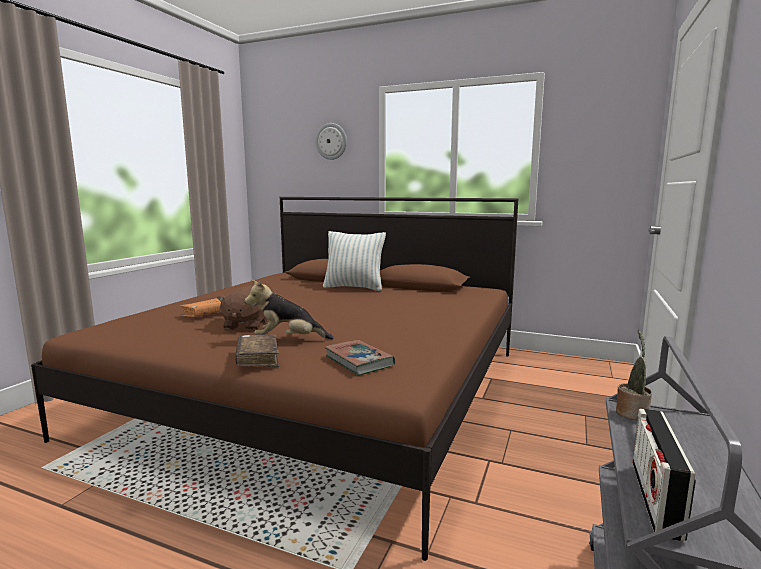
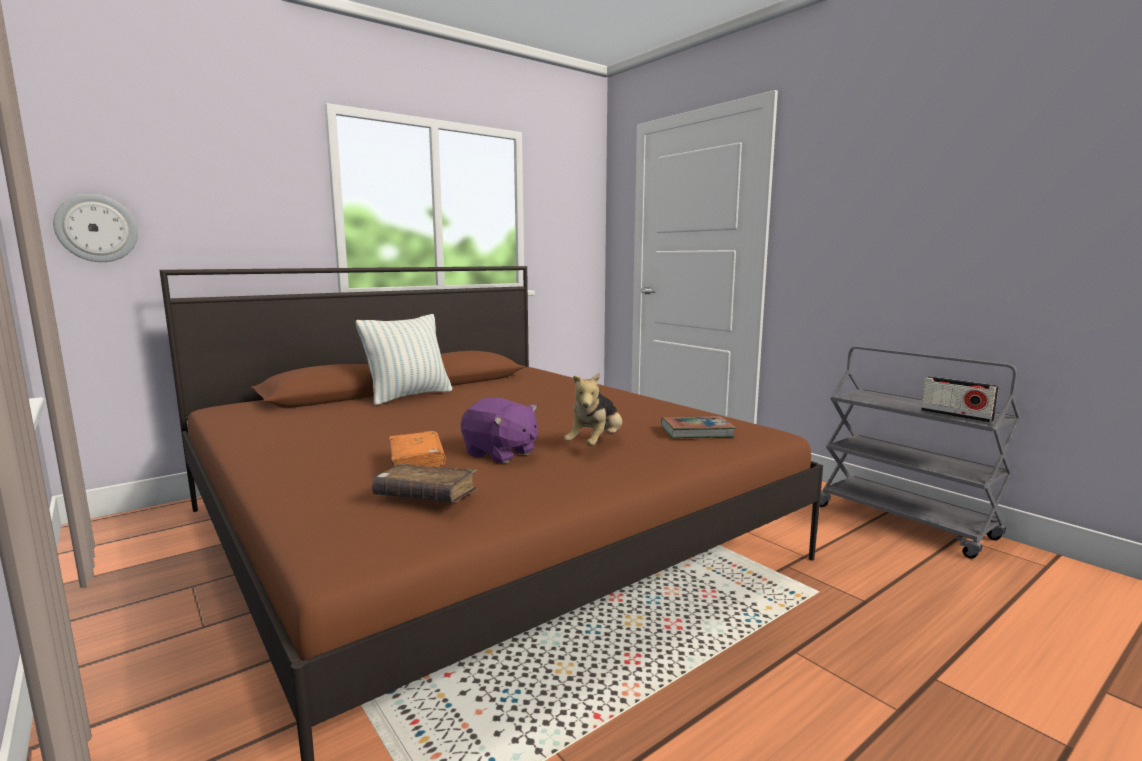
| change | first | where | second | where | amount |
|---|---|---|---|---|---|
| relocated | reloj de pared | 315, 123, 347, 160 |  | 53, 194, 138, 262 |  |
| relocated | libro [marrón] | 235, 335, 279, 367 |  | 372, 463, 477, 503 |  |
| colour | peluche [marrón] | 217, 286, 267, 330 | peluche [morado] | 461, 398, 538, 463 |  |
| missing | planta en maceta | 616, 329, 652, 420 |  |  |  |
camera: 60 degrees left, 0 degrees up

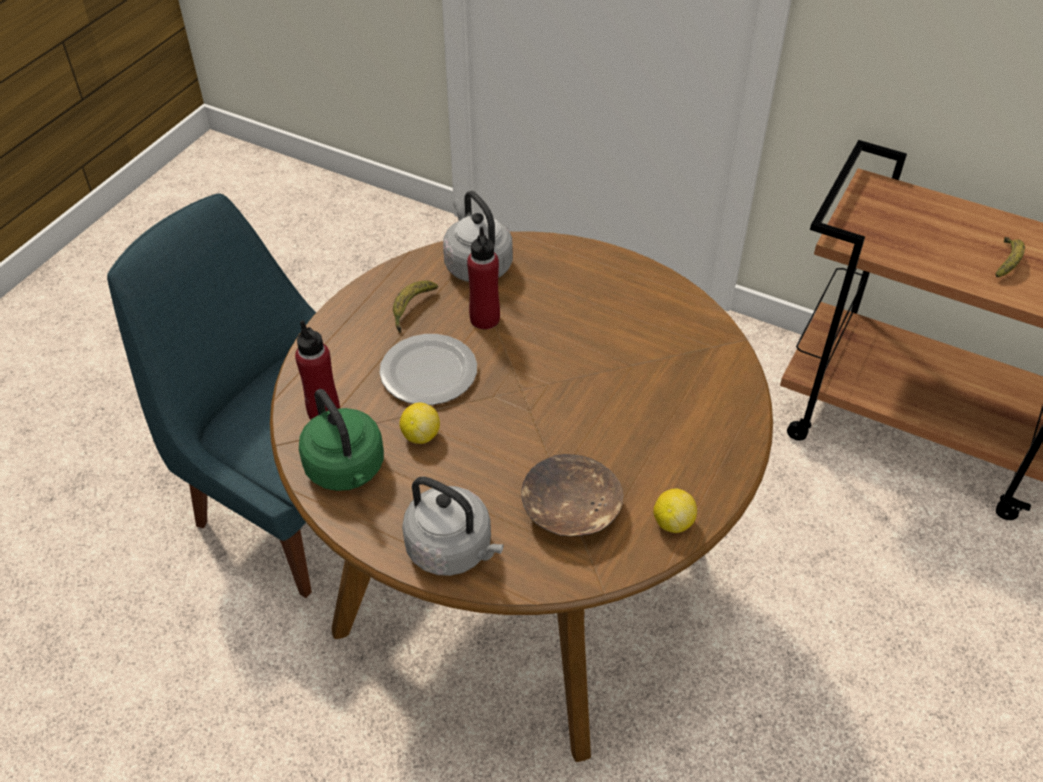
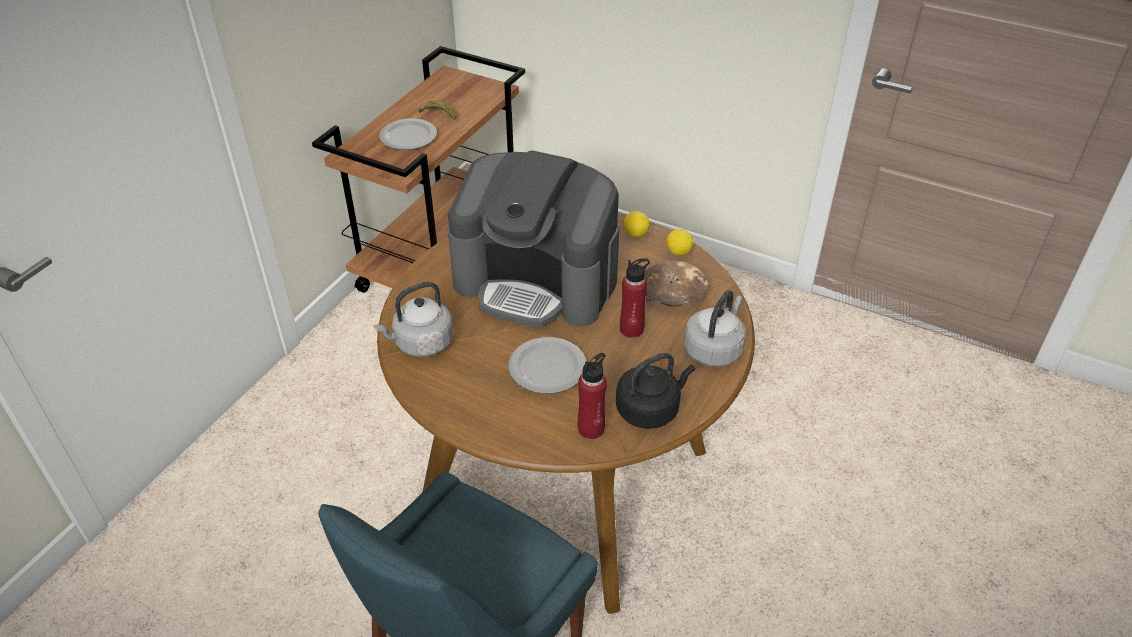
| change | first | where | second | where | amount |
|---|---|---|---|---|---|
| appeared |  |  | plato | 379, 119, 437, 150 |  |
| appeared |  |  | cafetera | 447, 151, 620, 327 |  |
| colour | hervidor [verde] | 299, 389, 384, 491 | hervidor [negro] | 616, 353, 695, 429 |  |
| relocated | botella [rojo] | 467, 227, 500, 329 |  | 620, 258, 650, 338 |  |
| relocated | limón | 399, 403, 440, 444 |  | 623, 211, 650, 237 |  |
| missing | plátano | 393, 281, 438, 333 |  |  |  |
camera: 90 degrees left, 5 degrees down

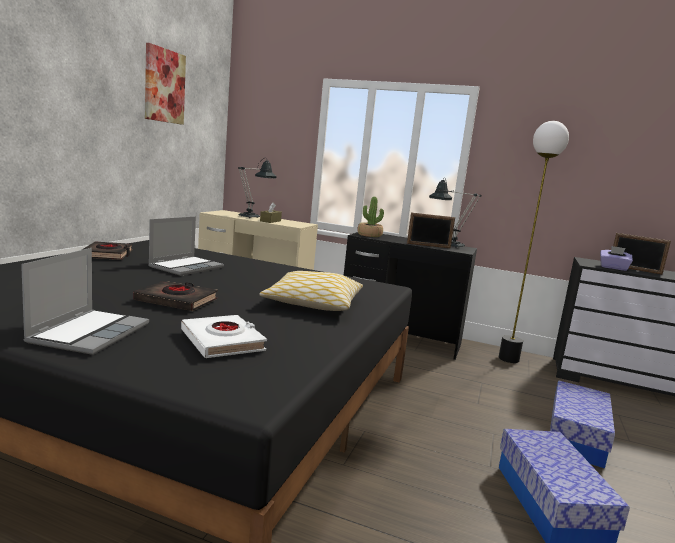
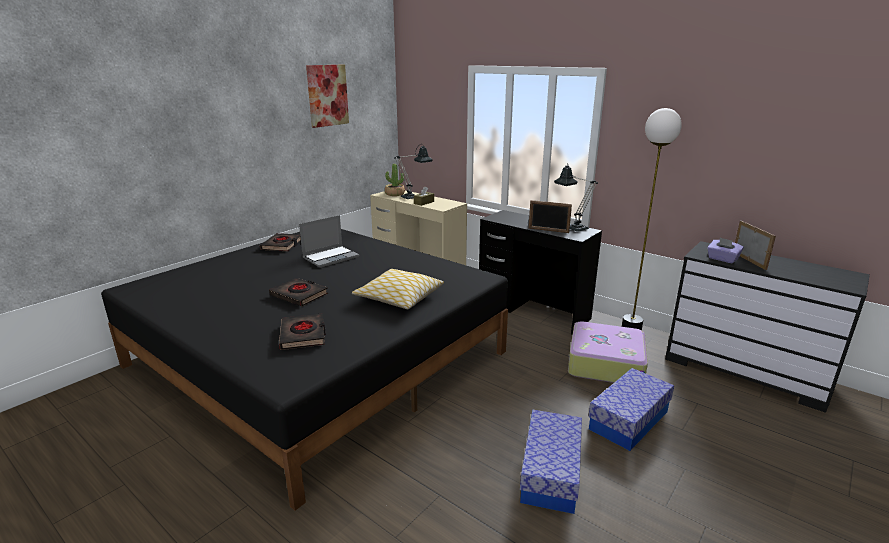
| change | first | where | second | where | amount |
|---|---|---|---|---|---|
| colour | libro [blanco] | 181, 315, 267, 358 | libro [negro] | 279, 313, 326, 350 |  |
| relocated | planta en maceta | 357, 197, 384, 237 |  | 385, 164, 405, 196 |  |
| appeared |  |  | maleta | 568, 321, 648, 383 |  |
| spun | portarretratos | 613, 233, 671, 275 |  | 735, 221, 776, 270 | 150 degrees counterclockwise |
| missing | portátil | 21, 248, 149, 355 |  |  |  |
camera: 20 degrees right, 10 degrees up

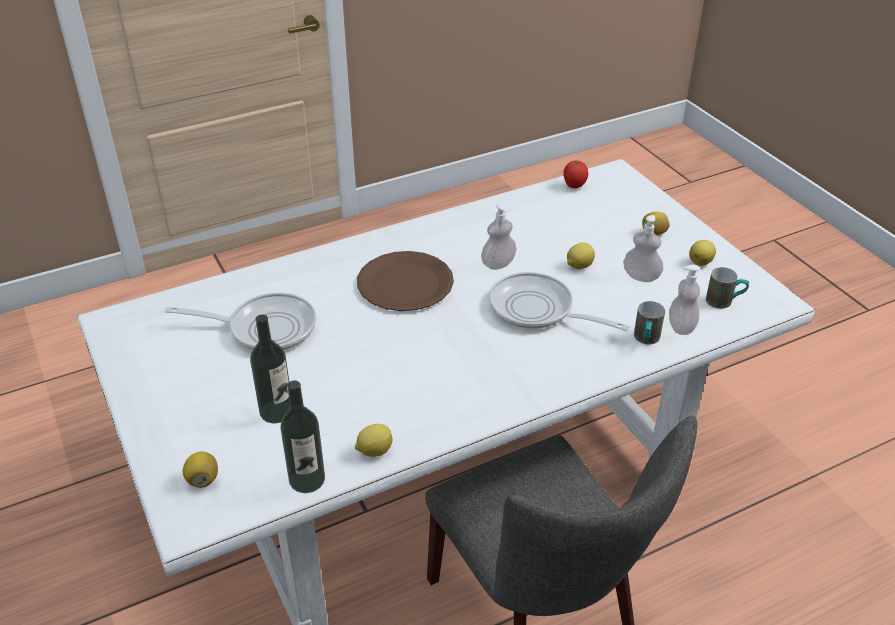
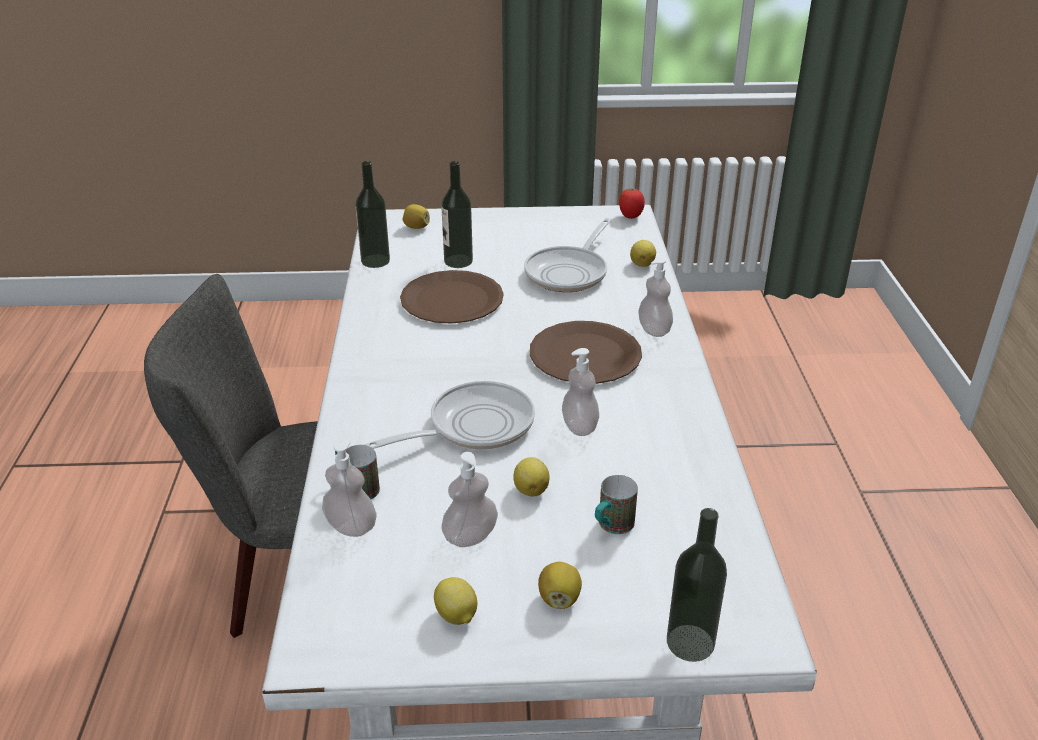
| change | first | where | second | where | amount |
|---|---|---|---|---|---|
| appeared |  |  | plato [marrón] | 400, 270, 504, 324 |  |
| relocated | taza grande | 706, 267, 749, 309 |  | 595, 475, 638, 534 |  |
| relocated | tomate | 563, 160, 588, 188 |  | 619, 188, 645, 219 |  |
| relocated | limón | 355, 424, 393, 457 |  | 630, 240, 656, 267 |  |
| appeared |  |  | dispensador de jabón | 638, 258, 673, 337 |  |
| appeared |  |  | botella | 667, 508, 727, 662 |  |
camera: 115 degrees right, 5 degrees down

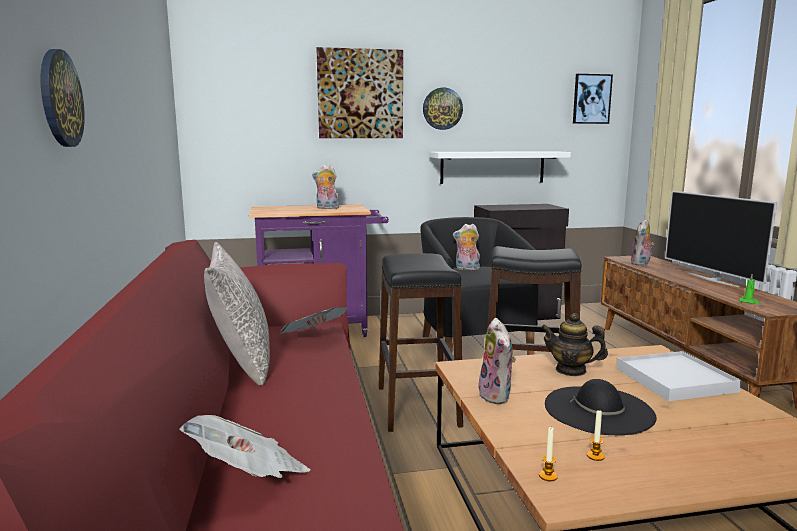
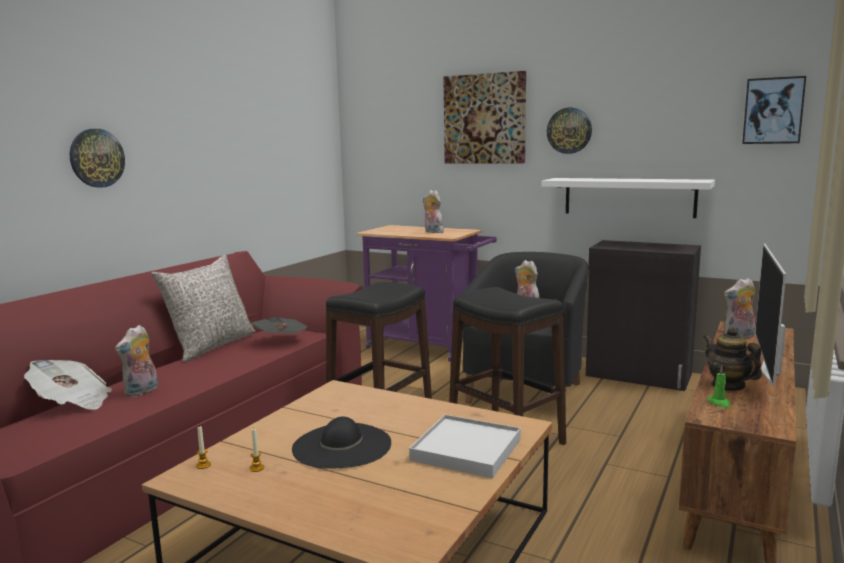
| change | first | where | second | where | amount |
|---|---|---|---|---|---|
| relocated | peluche | 479, 318, 516, 404 |  | 115, 325, 158, 397 |  |
| relocated | tetera | 541, 313, 608, 376 |  | 703, 327, 762, 391 |  |
camera: 40 degrees right, 0 degrees up

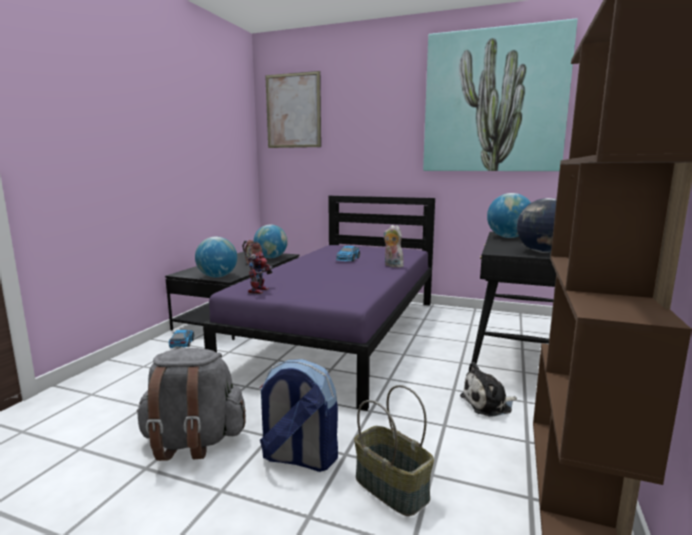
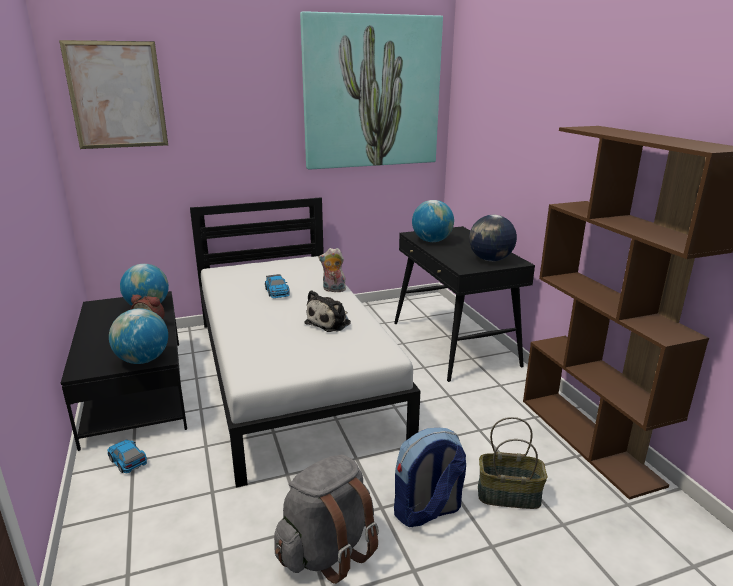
| change | first | where | second | where | amount |
|---|---|---|---|---|---|
| colour | cama [morado] | 203, 196, 435, 411 | cama [blanco] | 190, 197, 420, 488 |  |
| relocated | peluche | 460, 362, 517, 417 |  | 304, 290, 351, 332 |  |
| missing | robot de juguete | 242, 241, 272, 294 |  |  |  |
camera: 40 degrees left, 10 degrees up

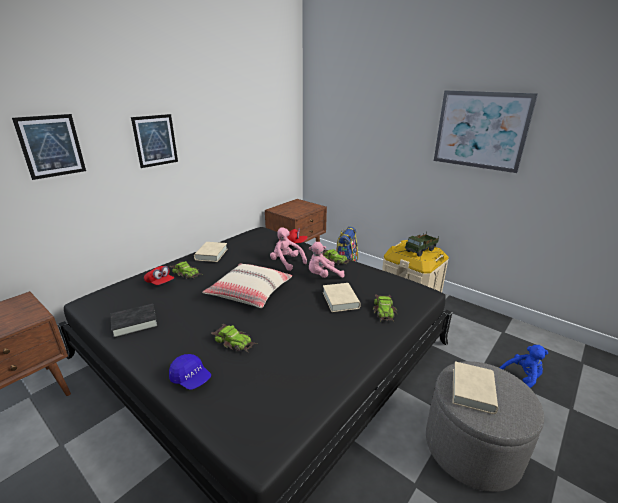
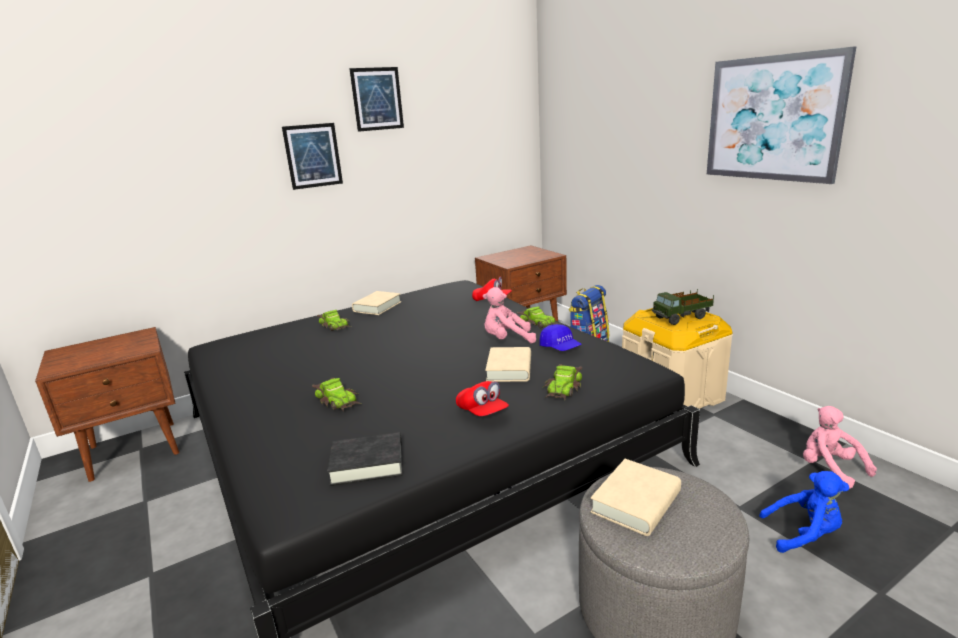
| change | first | where | second | where | amount |
|---|---|---|---|---|---|
| relocated | libro [negro] | 111, 304, 158, 338 |  | 327, 432, 403, 486 |  |
| relocated | cuadro | 12, 114, 86, 180 |  | 349, 67, 404, 132 |  |
| relocated | gorra [rojo] | 144, 266, 174, 285 |  | 456, 381, 509, 416 |  |
| relocated | gorra [azul] | 169, 354, 211, 390 |  | 540, 324, 582, 351 |  |
| relocated | peluche [rosa] | 270, 228, 307, 271 |  | 803, 406, 877, 489 |  |
| missing | cojín [beis] | 202, 263, 292, 308 |  |  |  |
camera: 20 degrees right, 5 degrees down

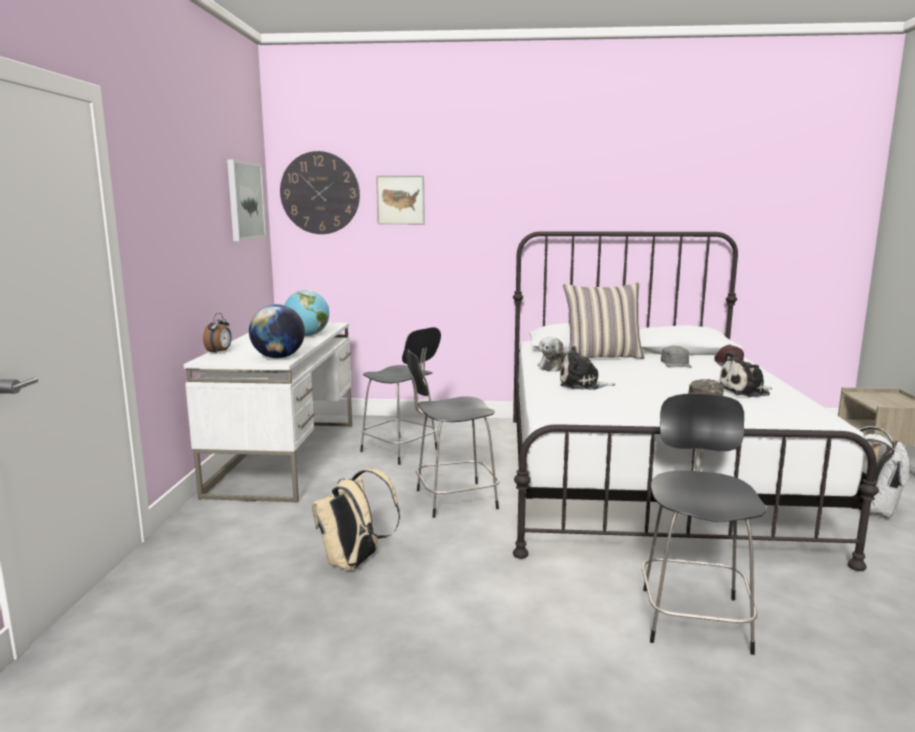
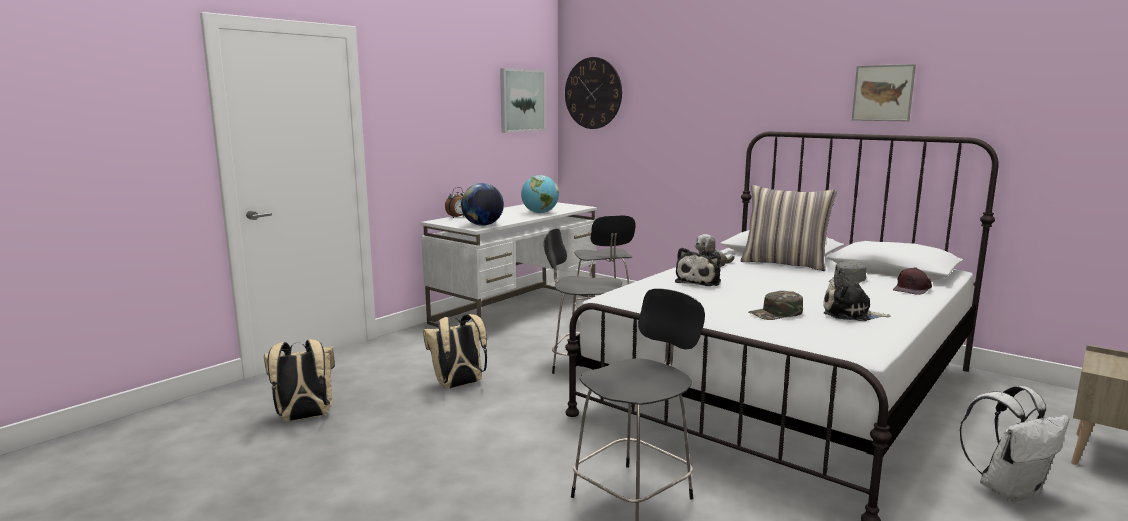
| change | first | where | second | where | amount |
|---|---|---|---|---|---|
| appeared |  |  | mochila [beis] | 264, 339, 335, 421 |  |
| spun | peluche | 560, 346, 616, 390 |  | 675, 247, 721, 286 | 105 degrees counterclockwise |
| relocated | cuadro | 376, 175, 425, 225 |  | 852, 64, 916, 122 |  |
camera: 35 degrees right, 0 degrees up

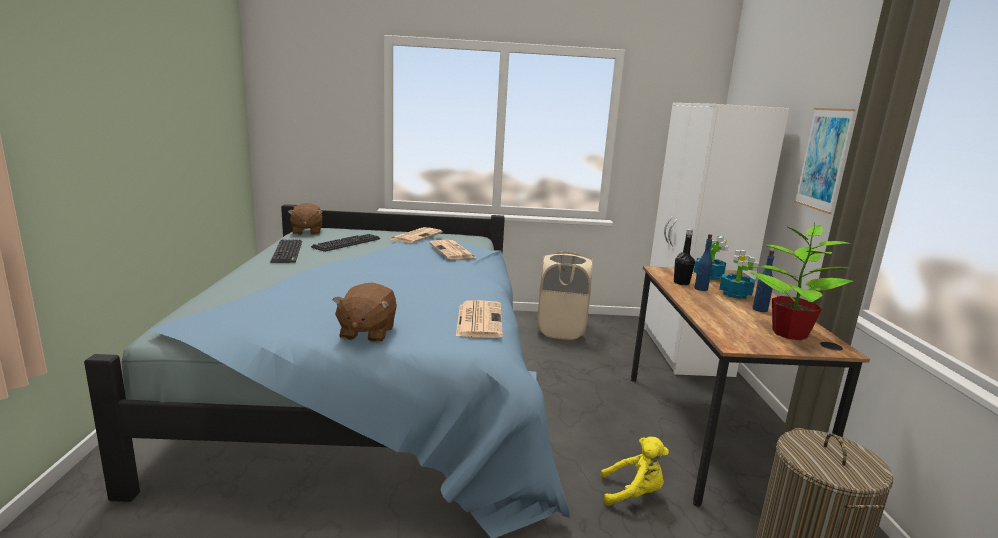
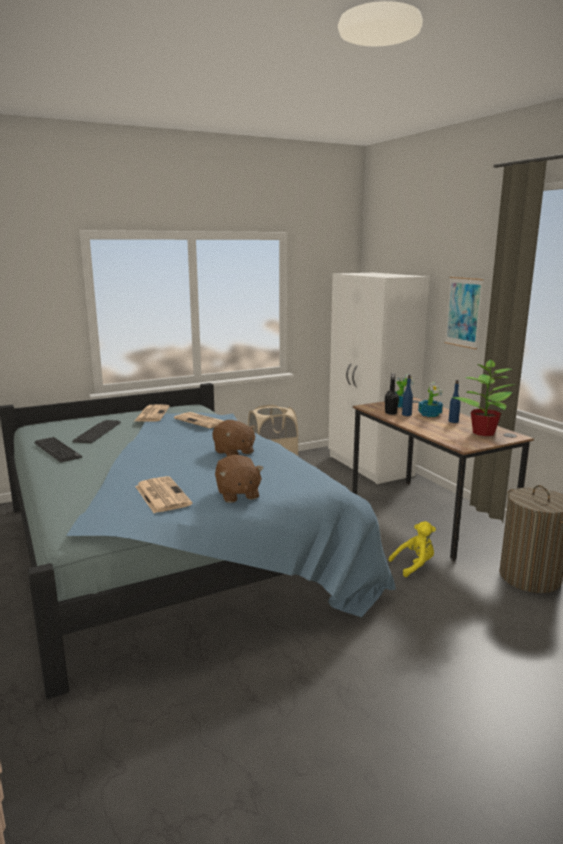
| change | first | where | second | where | amount |
|---|---|---|---|---|---|
| relocated | periódico | 456, 300, 503, 338 |  | 135, 476, 193, 513 |  |
| relocated | peluche [marrón] | 288, 203, 323, 235 |  | 212, 420, 256, 456 |  |
camera: 25 degrees left, 0 degrees up

